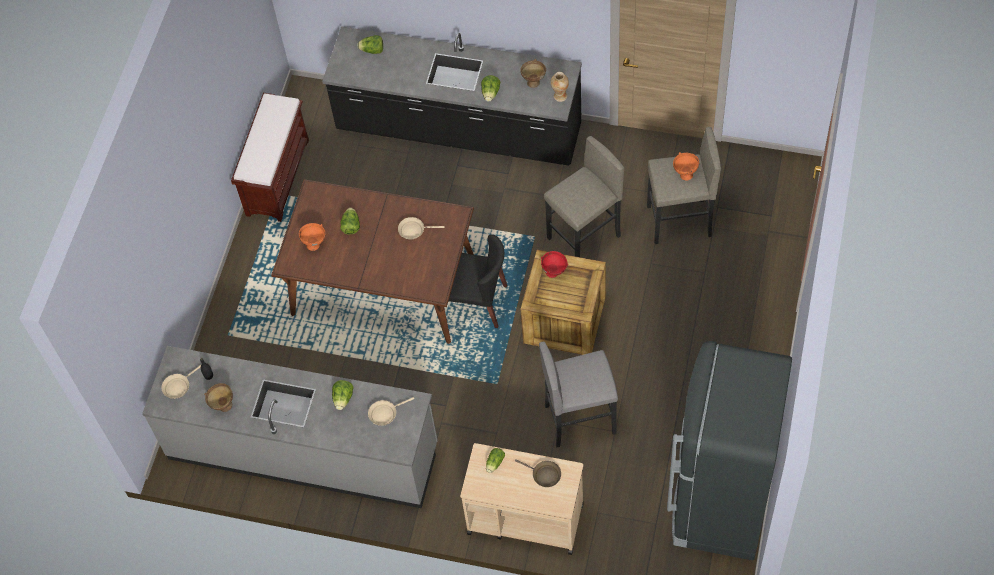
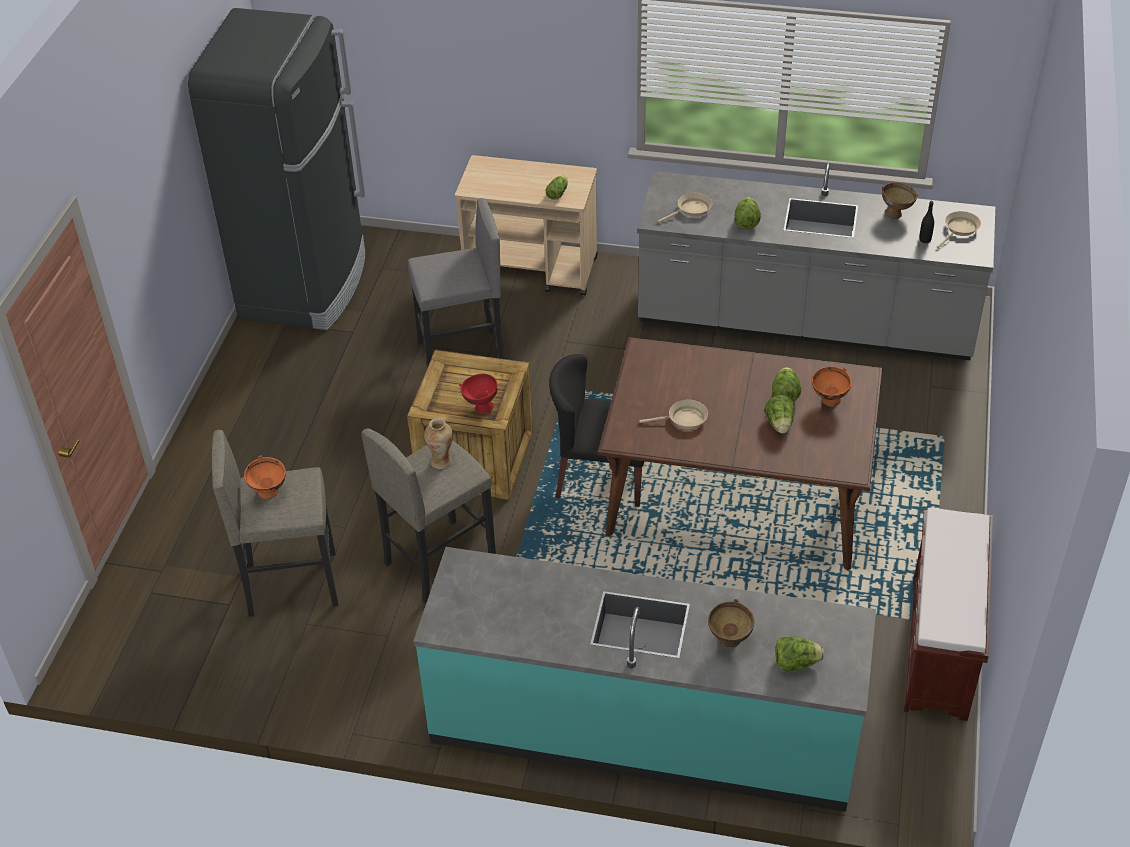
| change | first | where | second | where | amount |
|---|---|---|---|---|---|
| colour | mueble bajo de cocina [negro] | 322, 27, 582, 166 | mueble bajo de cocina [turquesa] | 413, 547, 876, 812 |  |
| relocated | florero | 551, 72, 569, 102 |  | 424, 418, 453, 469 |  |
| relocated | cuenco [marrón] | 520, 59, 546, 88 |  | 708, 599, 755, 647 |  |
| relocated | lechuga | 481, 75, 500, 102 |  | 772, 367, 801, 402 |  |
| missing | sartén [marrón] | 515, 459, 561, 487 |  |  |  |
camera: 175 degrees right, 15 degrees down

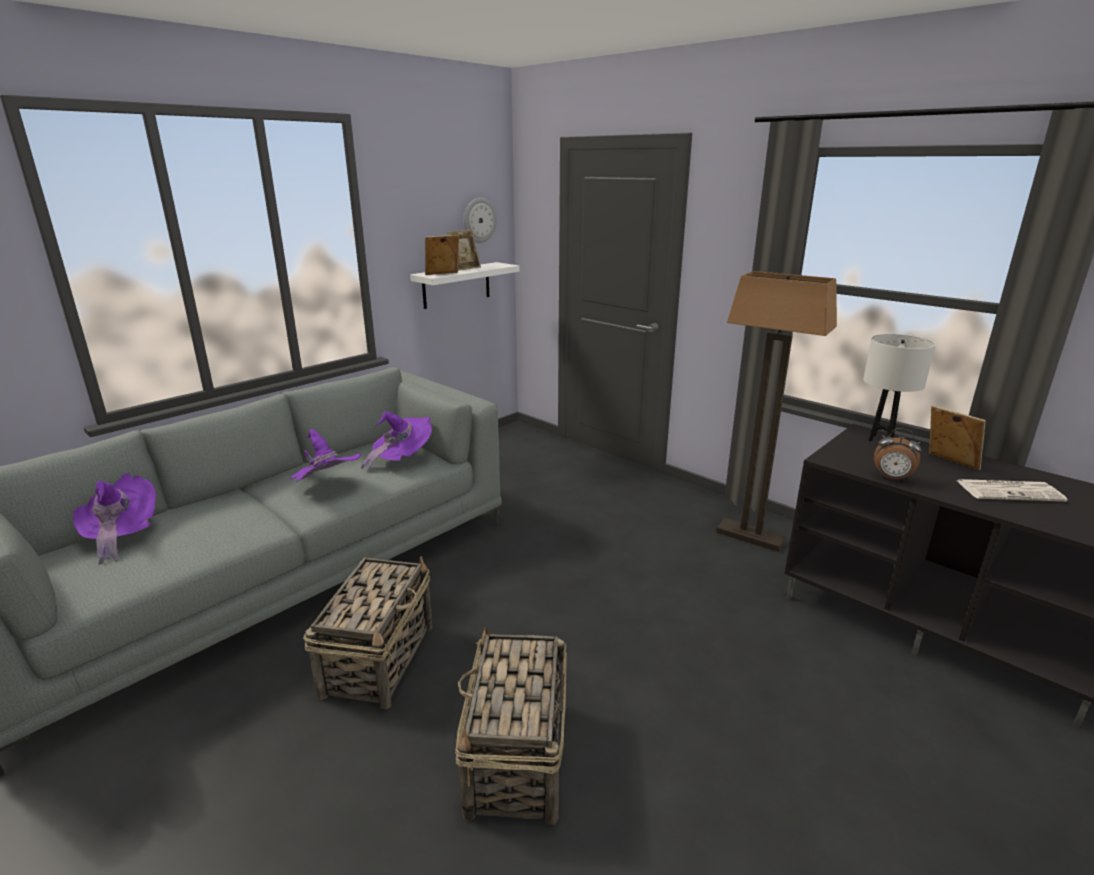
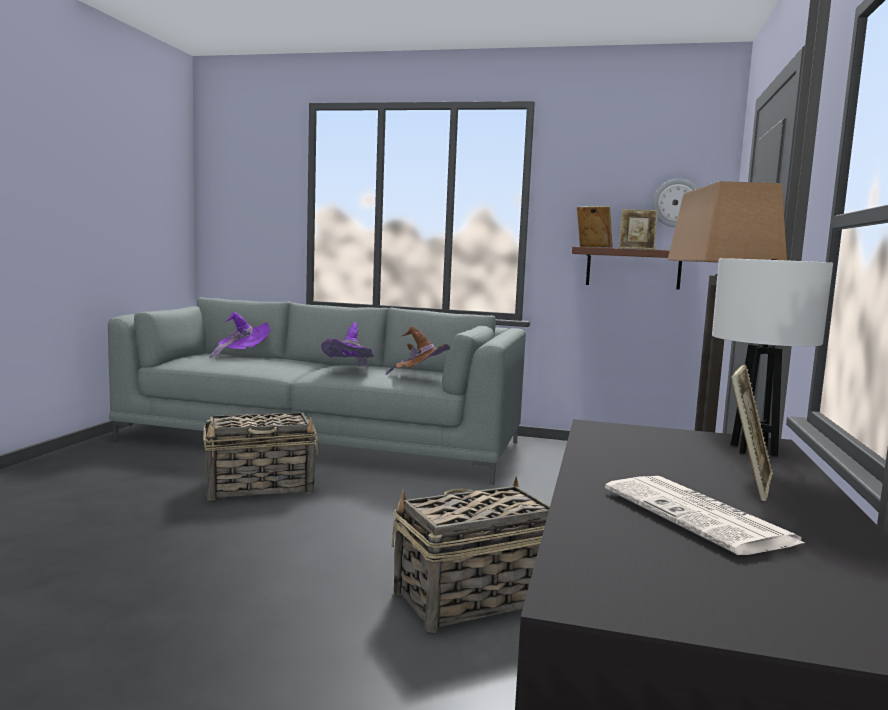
| change | first | where | second | where | amount |
|---|---|---|---|---|---|
| colour | sombrero [morado] | 361, 411, 432, 472 | sombrero [marrón] | 385, 326, 450, 375 |  |
| relocated | cesta | 455, 626, 567, 825 |  | 392, 476, 550, 633 |  |
| colour | estante [blanco] | 410, 262, 519, 309 | estante [marrón] | 572, 247, 682, 290 |  |
| missing | despertador | 874, 428, 921, 482 |  |  |  |
camera: 60 degrees right, 15 degrees down

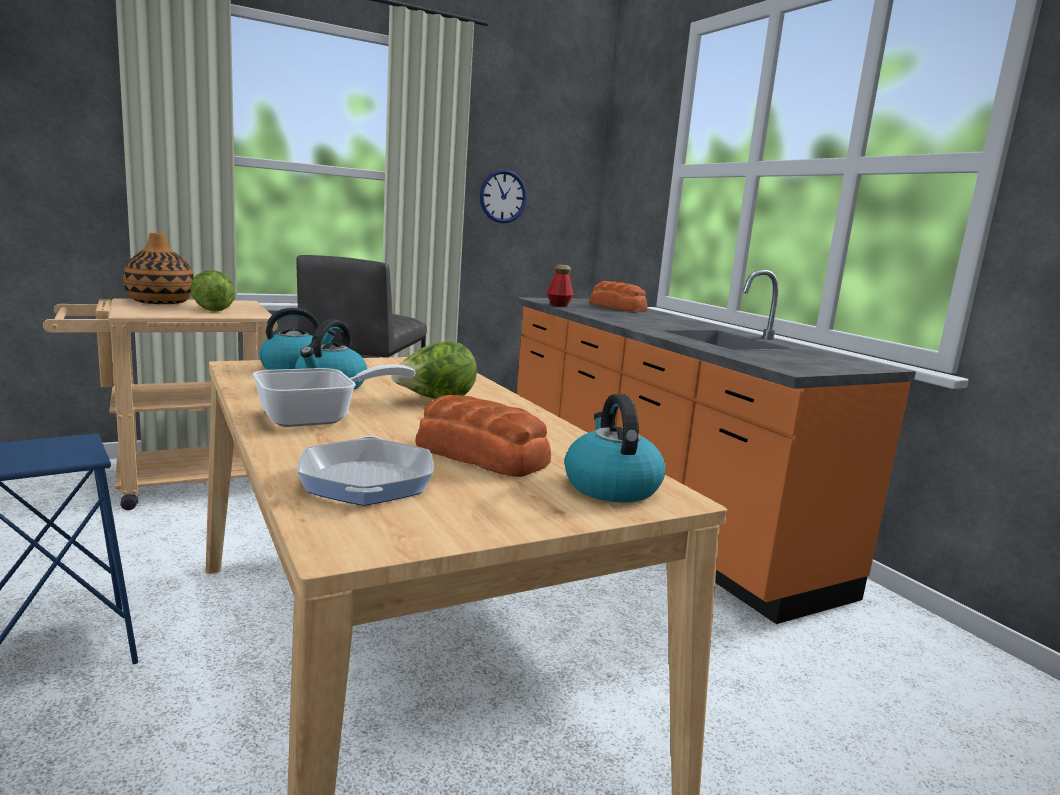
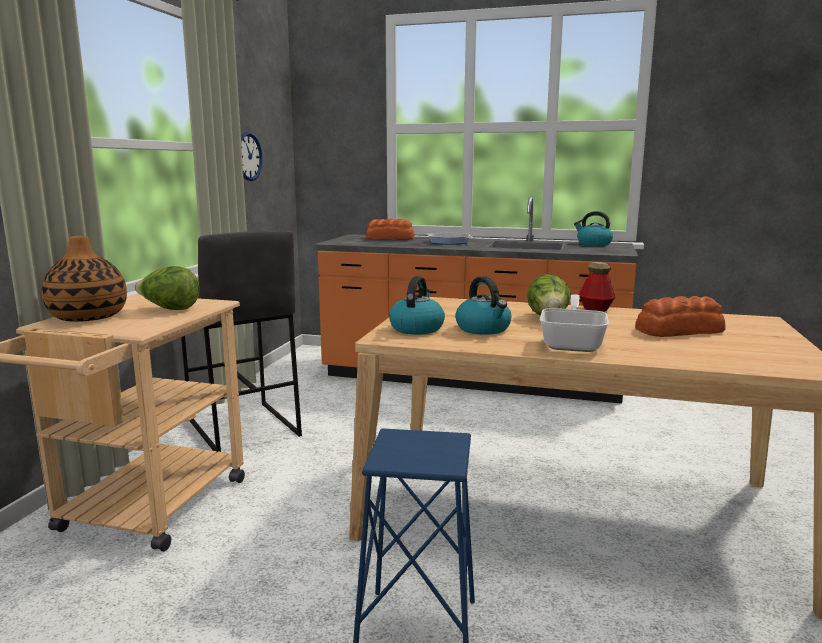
| change | first | where | second | where | amount |
|---|---|---|---|---|---|
| relocated | sartén | 297, 436, 434, 506 |  | 427, 232, 472, 245 |  |
| relocated | hervidor | 564, 394, 665, 503 |  | 574, 211, 613, 246 |  |
| relocated | botella | 547, 265, 574, 307 |  | 578, 262, 615, 312 |  |
camera: 45 degrees left, 0 degrees up

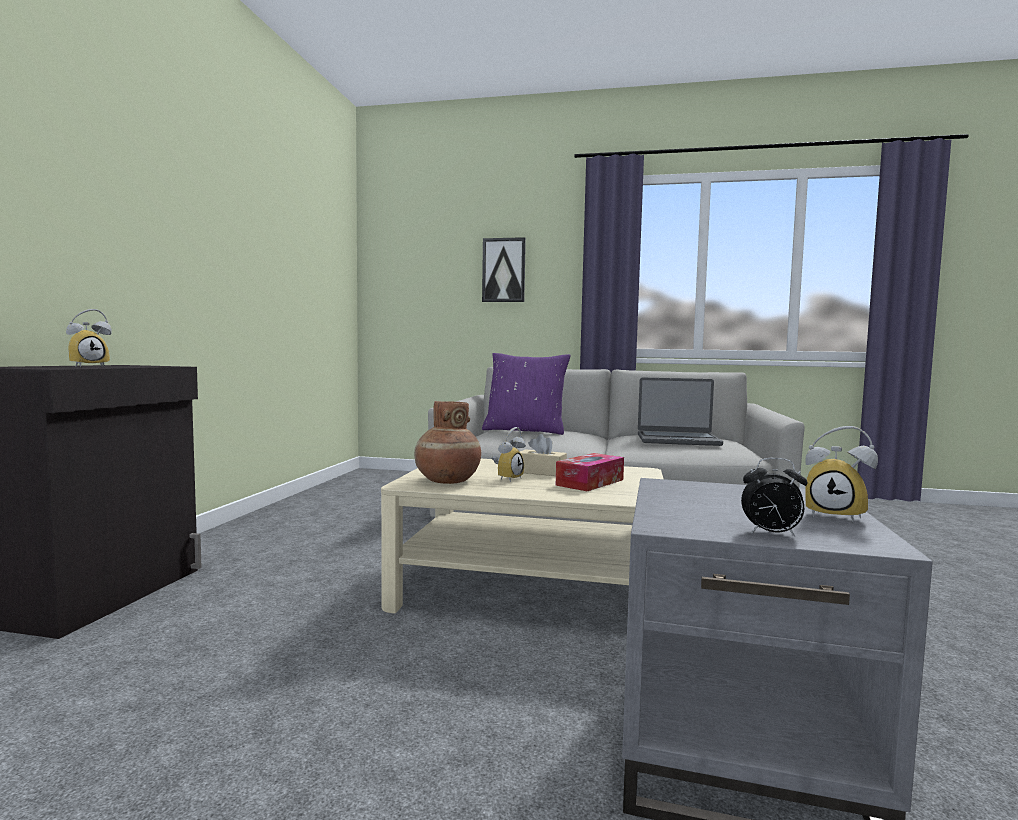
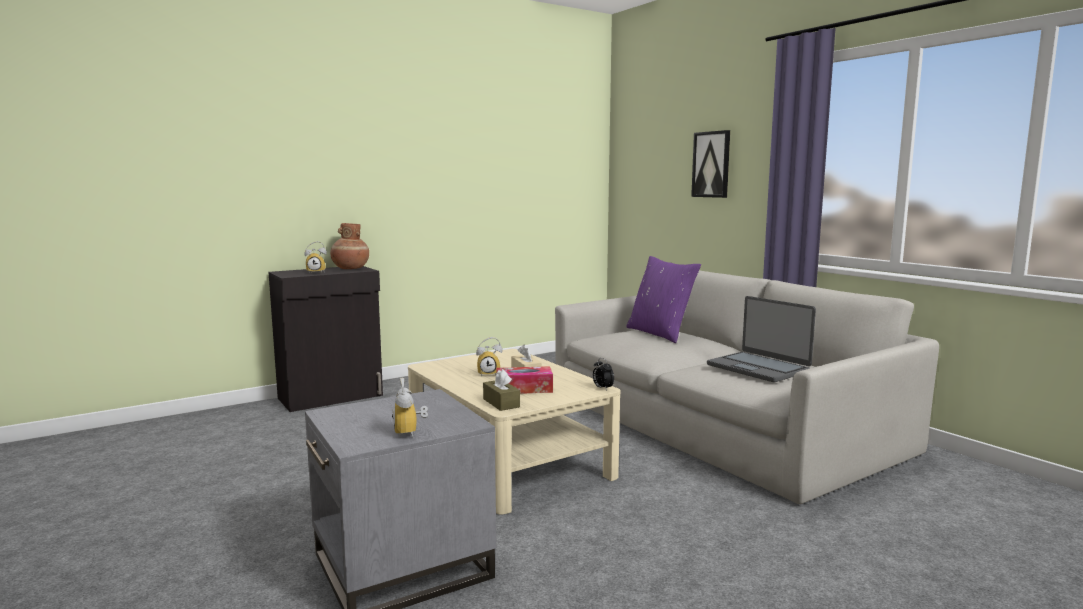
| change | first | where | second | where | amount |
|---|---|---|---|---|---|
| relocated | florero [marrón] | 414, 401, 481, 484 |  | 330, 223, 369, 269 |  |
| appeared |  |  | caja de pañuelos [marrón] | 483, 369, 520, 411 |  |
| relocated | despertador | 741, 458, 807, 537 |  | 593, 358, 614, 390 |  |
camera: 45 degrees right, 5 degrees up

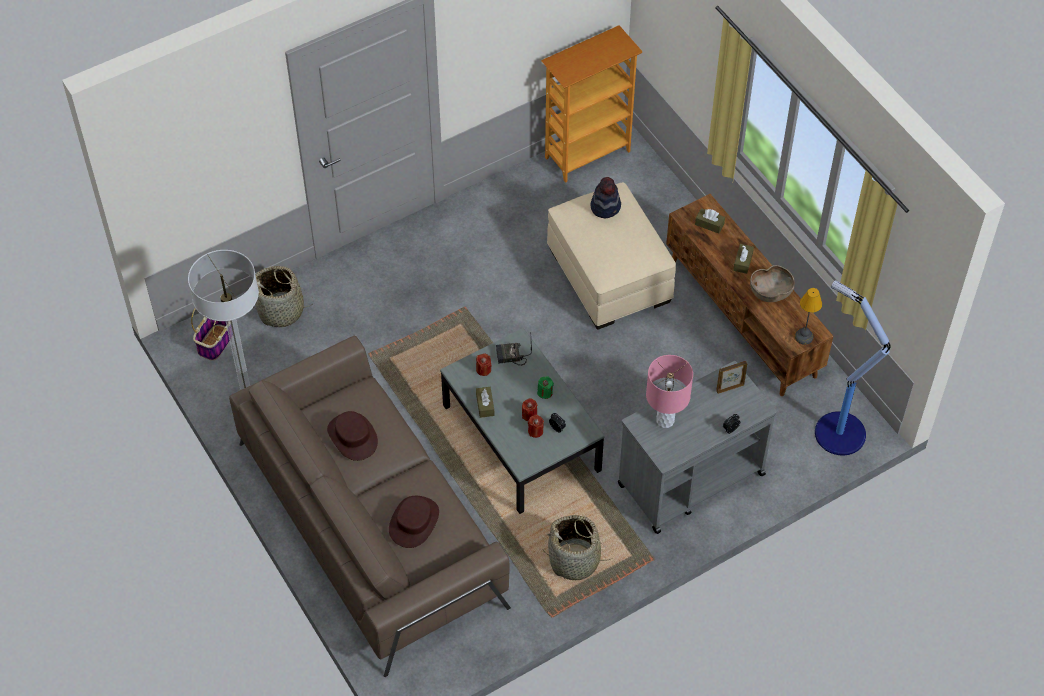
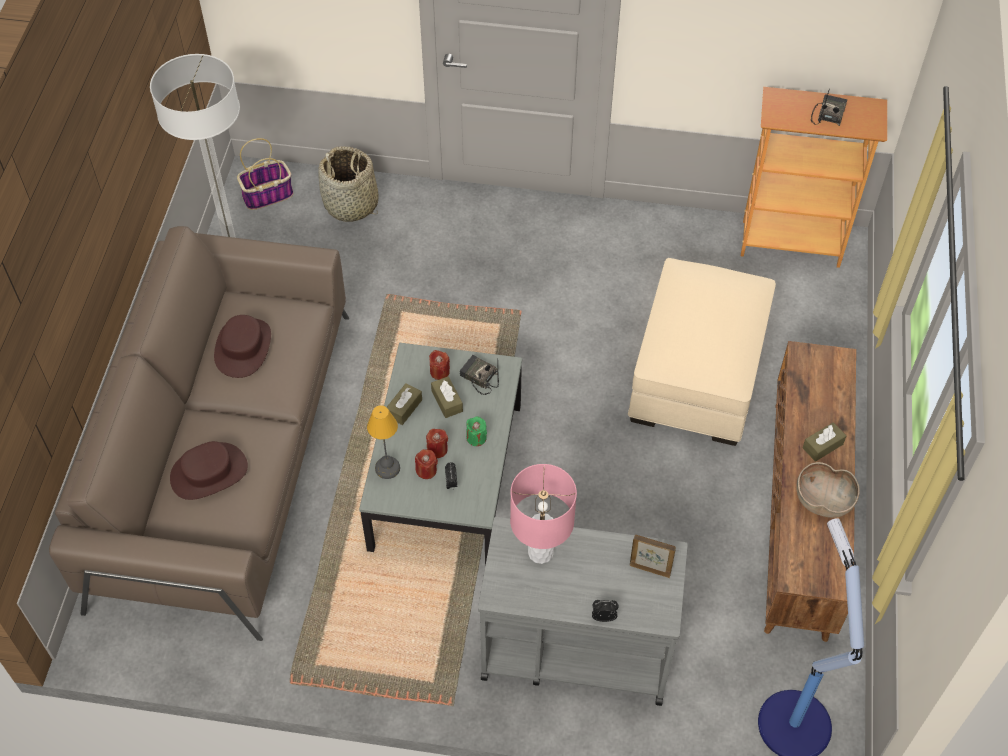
| change | first | where | second | where | amount |
|---|---|---|---|---|---|
| relocated | lámpara de mesa | 795, 288, 822, 345 |  | 367, 405, 400, 479 |  |
| relocated | caja de pañuelos [marrón] | 695, 208, 725, 234 |  | 431, 376, 463, 418 |  |
| appeared |  |  | radio | 811, 88, 847, 126 |  |
| missing | cesta | 543, 515, 611, 580 |  |  |  |
| missing | sombrero | 591, 177, 621, 218 |  |  |  |
camera: 40 degrees right, 0 degrees up

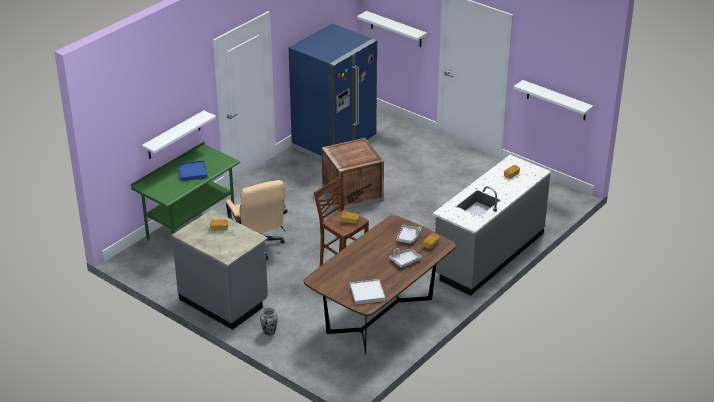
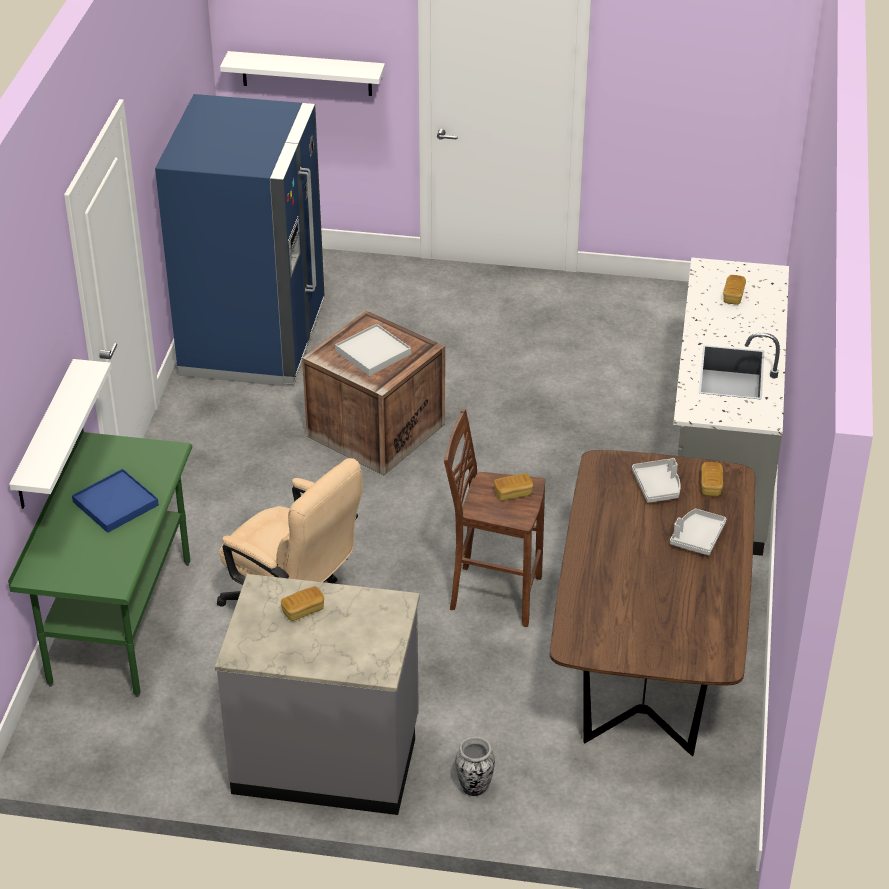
| change | first | where | second | where | amount |
|---|---|---|---|---|---|
| relocated | bandeja [blanco] | 350, 279, 385, 305 |  | 335, 324, 411, 376 |  |
| missing | estante [blanco] | 514, 80, 593, 120 |  |  |  |
camera: 30 degrees left, 5 degrees up

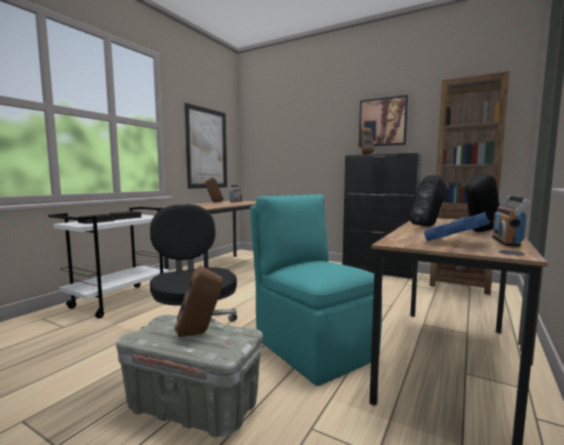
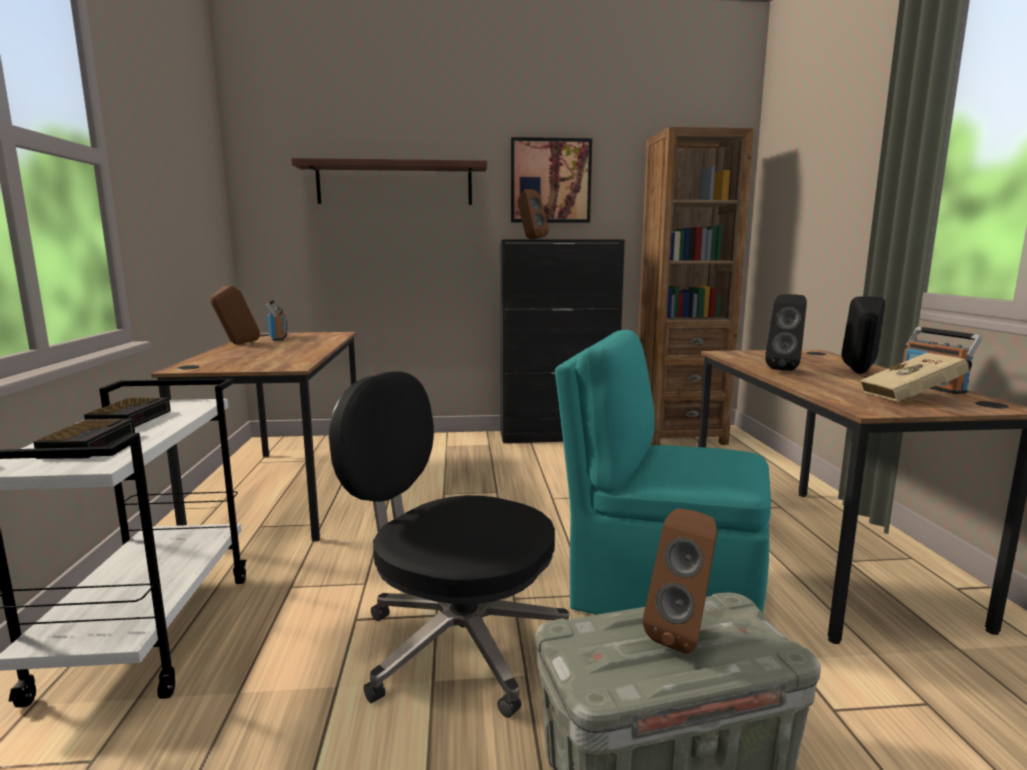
| change | first | where | second | where | amount |
|---|---|---|---|---|---|
| appeared |  |  | estante | 291, 158, 487, 205 |  |
| colour | libro [azul] | 424, 212, 500, 241 | libro [beis] | 860, 353, 969, 402 |  |
| missing | cuadro | 185, 103, 227, 189 |  |  |  |
camera: 35 degrees left, 5 degrees up

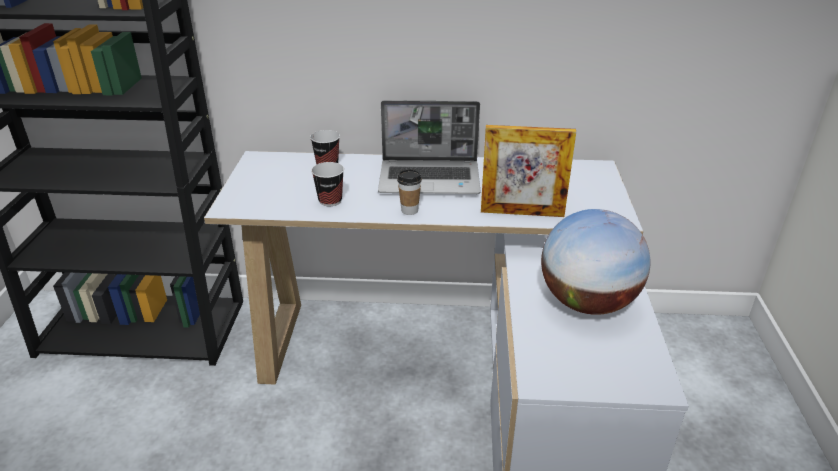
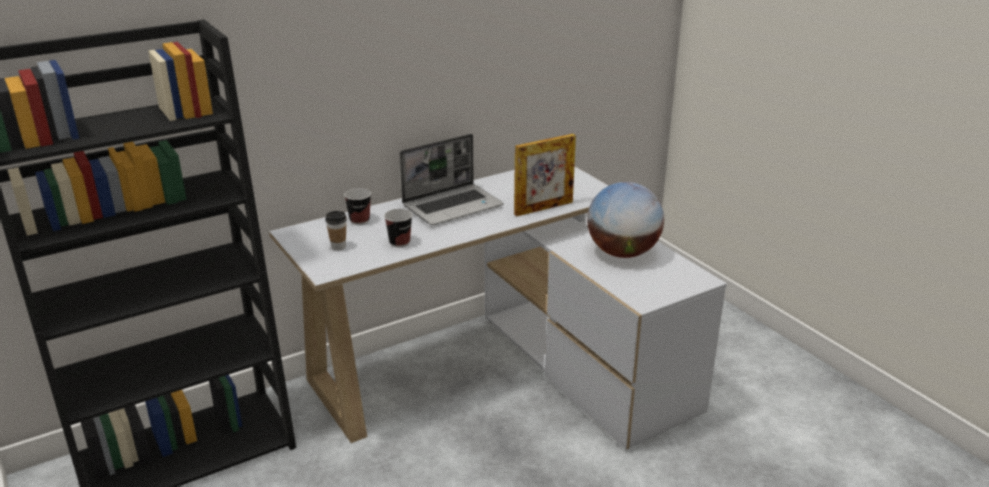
| change | first | where | second | where | amount |
|---|---|---|---|---|---|
| relocated | taza | 397, 169, 422, 215 |  | 325, 211, 347, 250 |  |
camera: 35 degrees left, 5 degrees down

